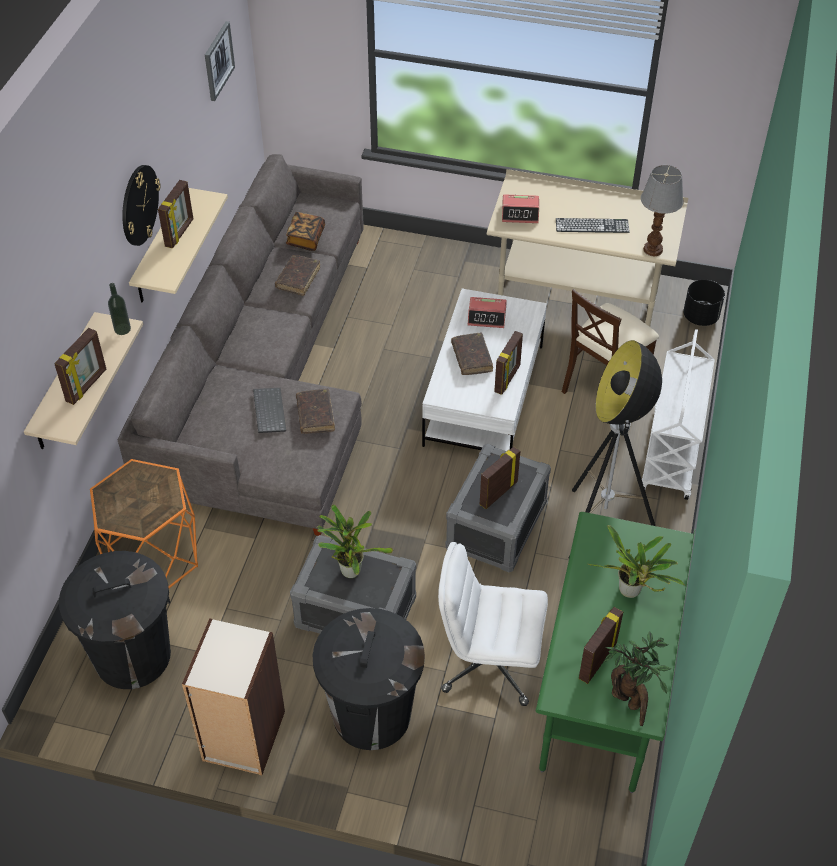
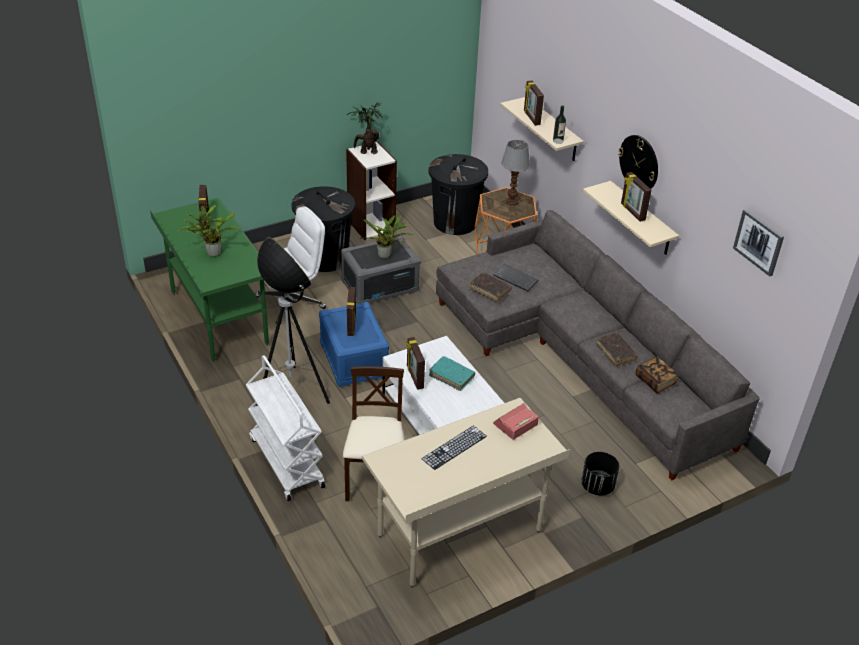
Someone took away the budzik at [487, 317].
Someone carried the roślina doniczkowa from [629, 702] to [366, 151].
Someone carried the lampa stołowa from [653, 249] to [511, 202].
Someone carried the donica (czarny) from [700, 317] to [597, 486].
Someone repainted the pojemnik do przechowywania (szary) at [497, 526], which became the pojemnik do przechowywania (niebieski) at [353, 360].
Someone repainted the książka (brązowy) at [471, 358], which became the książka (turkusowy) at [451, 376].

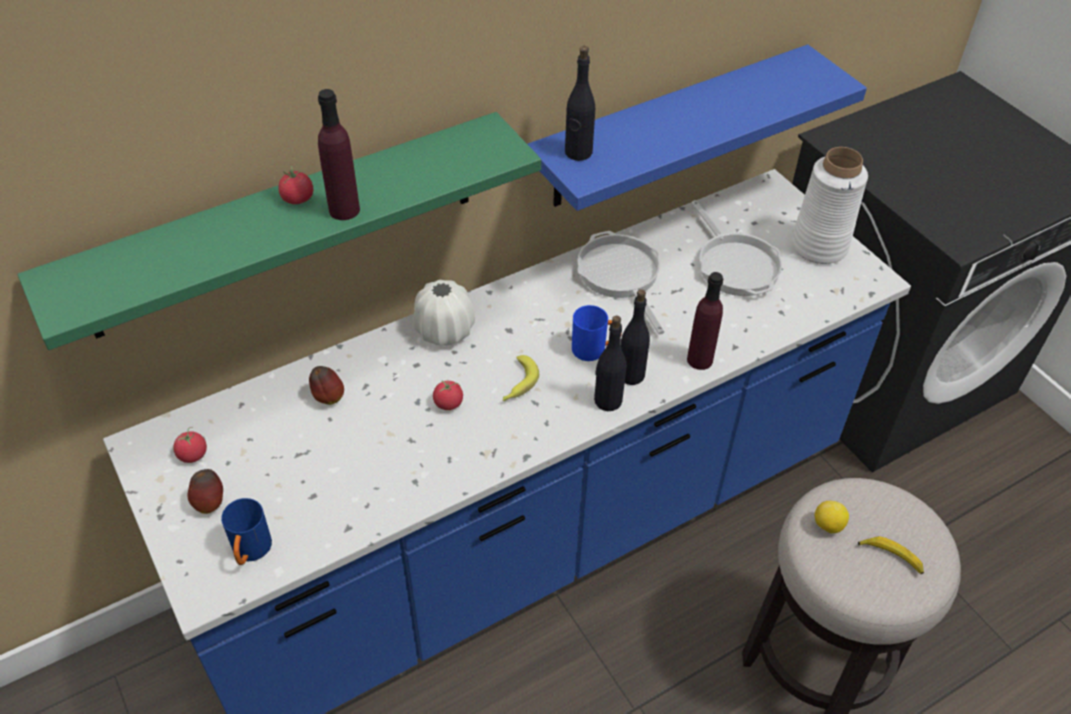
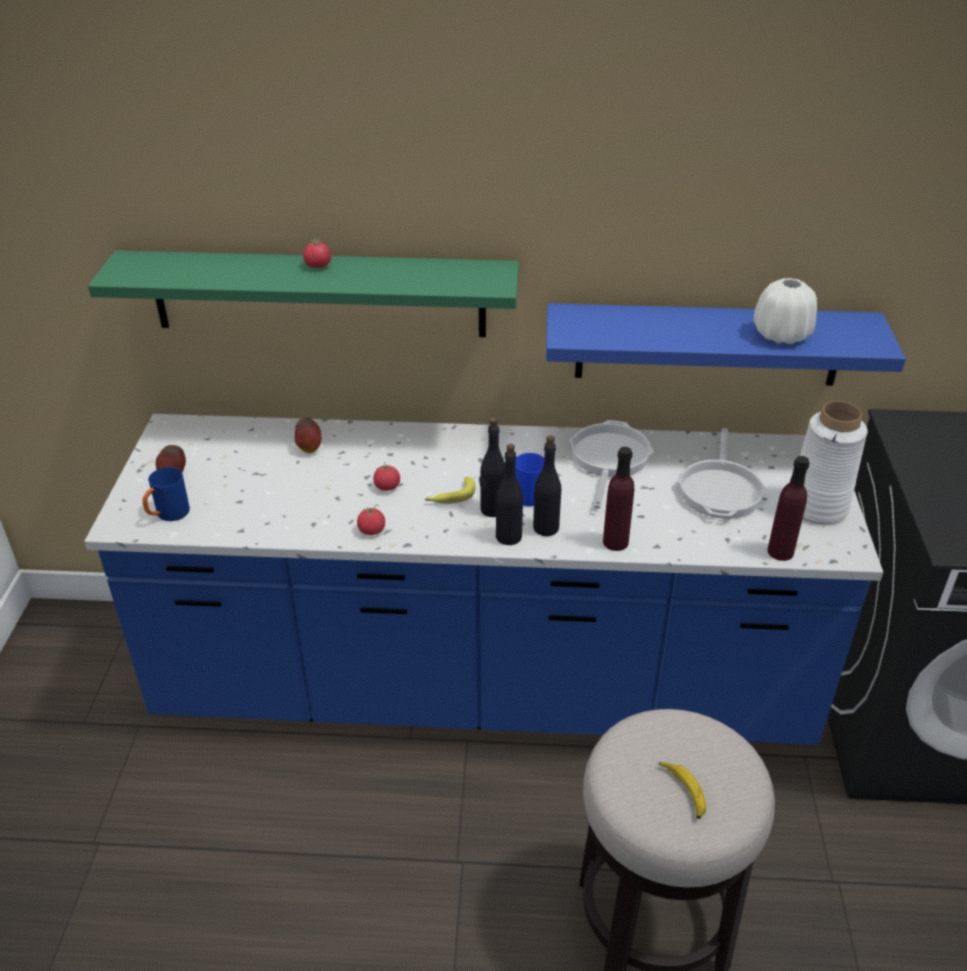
Someone took away the cytryna at [827, 525].
Someone carried the pomidor from [193, 455] to [371, 530].
Someone carried the butelka (fioletowy) from [344, 210] to [780, 552].
Someone carried the wazon (biały) from [444, 331] to [781, 335].
Someone carried the butelka (czarny) from [578, 152] to [492, 509].

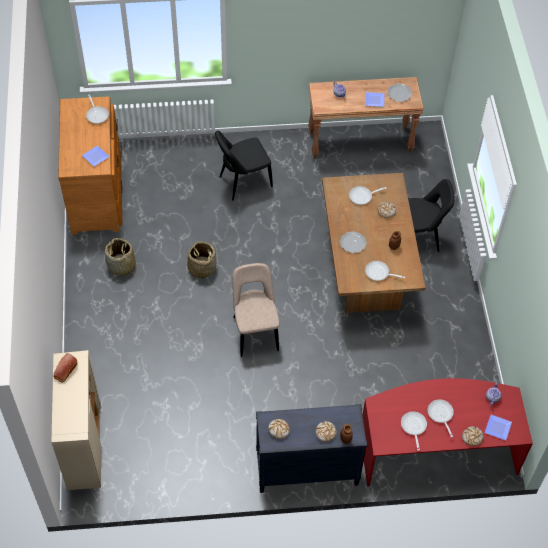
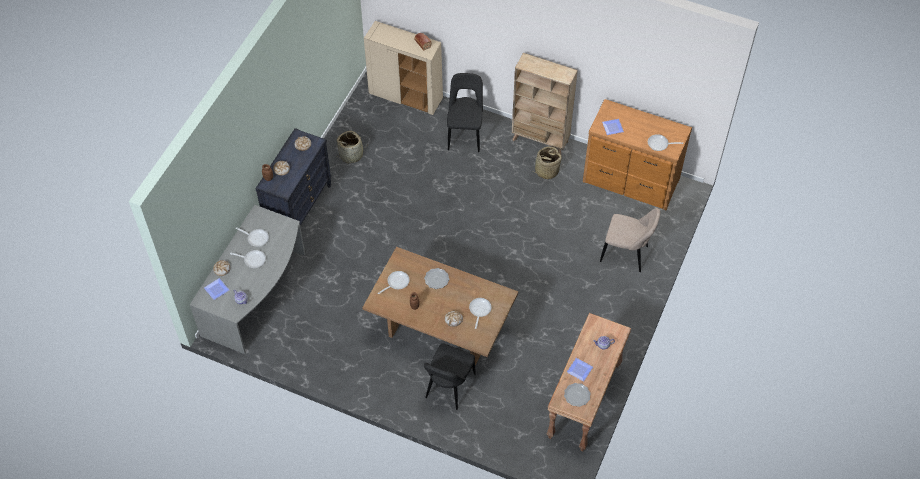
Someone put down the regał (beżowy) at [540, 141].
Someone carried the koszyk from [201, 268] to [351, 154].
Someone carried the krzesło (czarny) from [243, 182] to [465, 134].
Someone carried the krzesło (beżowy) from [255, 331] to [626, 254].
Someone repainted the biurko (czerwony) at [437, 448], which became the biurko (szary) at [257, 295].

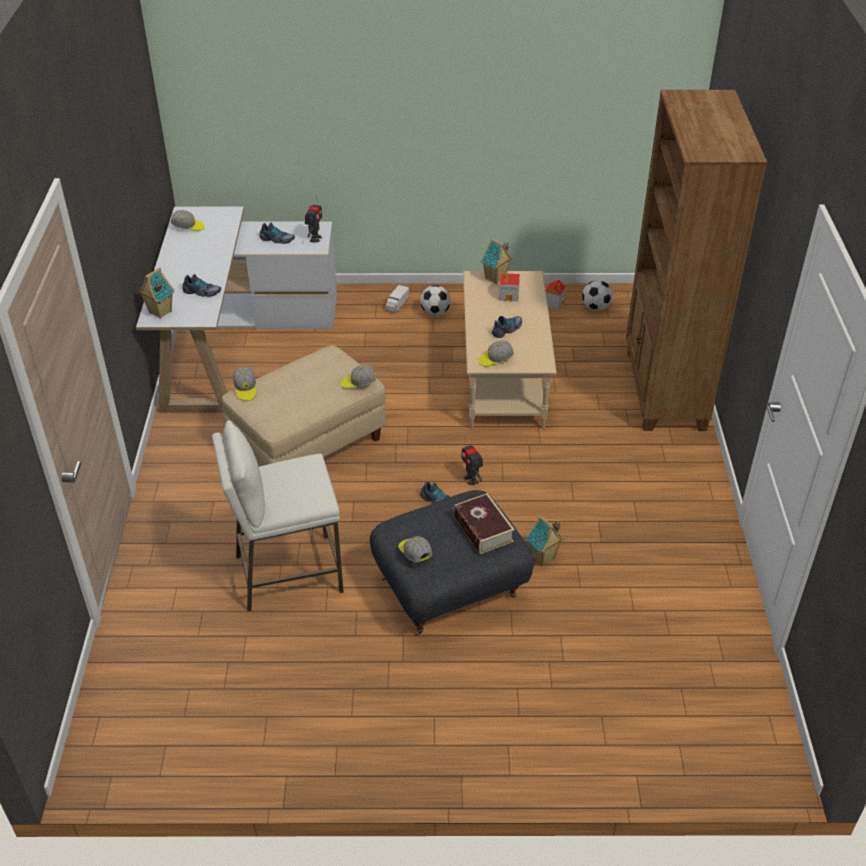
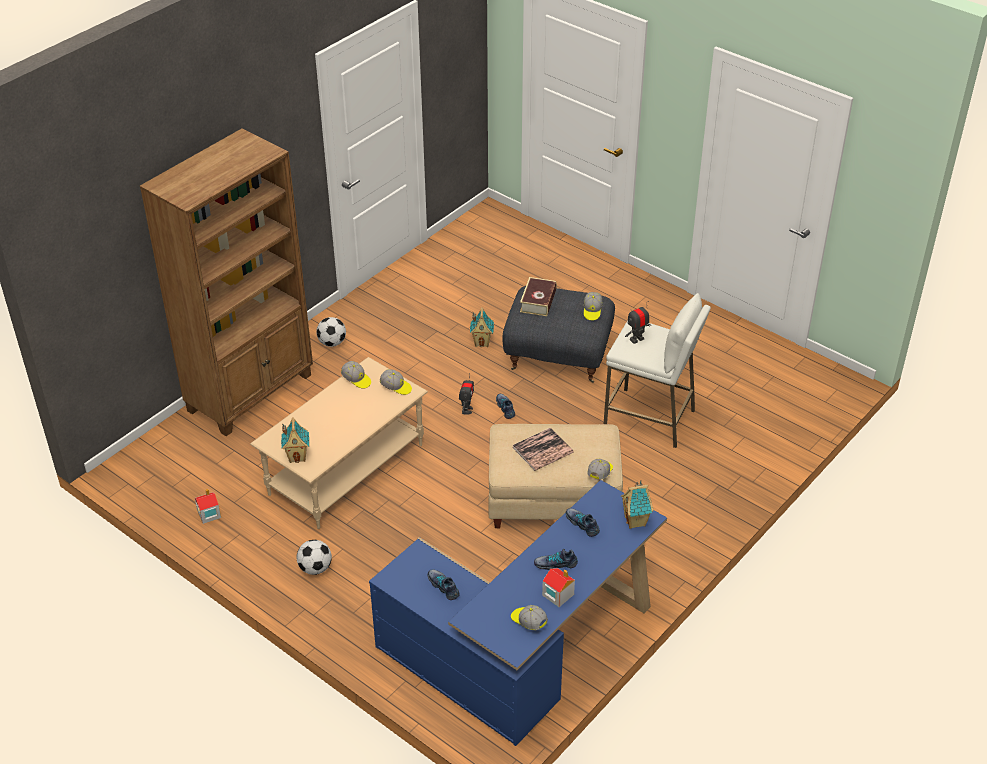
Someone took away the ciężarówka zabawkowa at [397, 305].
Someone put down the książka at [542, 450].
Someone carried the robot zabawkowy from [315, 238] to [636, 339].
Someone carried the czapka z daszkiem from [358, 383] to [356, 380].
Someone carried the but from [507, 329] to [555, 564].
Someone carried the domek from [509, 295] to [557, 594].
Someone carried the piłka futbolowa from [596, 307] to [332, 343].
Someone repainted the biurko (biały) at [234, 341], which became the biurko (niebieski) at [522, 651].

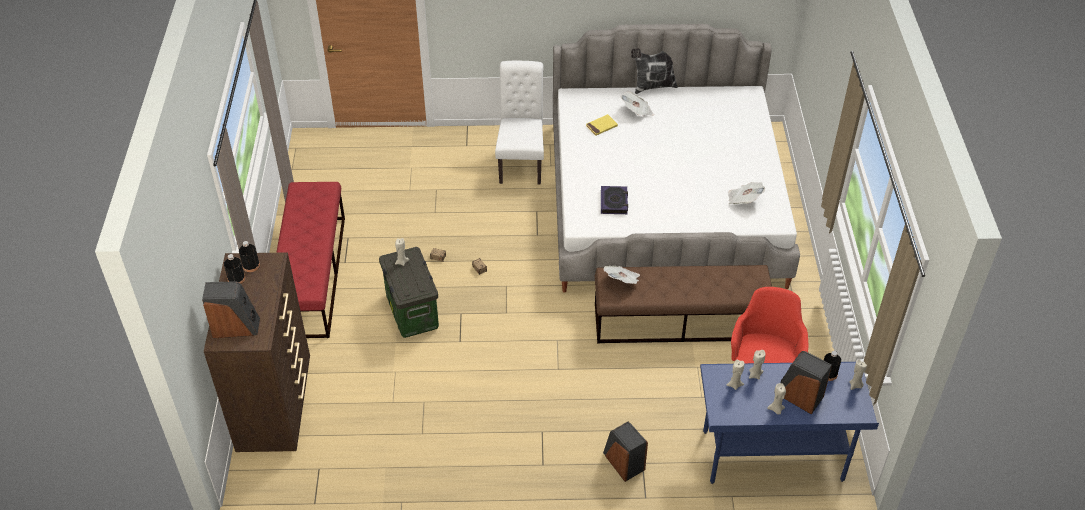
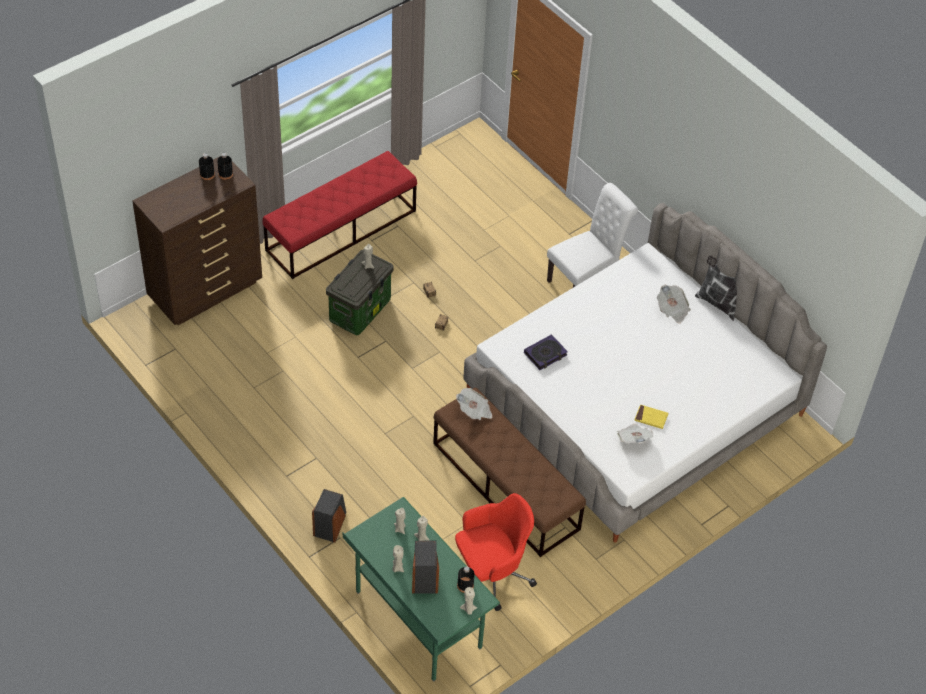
Someone took away the głośnik at [236, 327].
Someone carried the książka (żółty) from [601, 126] to [651, 418].
Someone repainted the biurko (niebieski) at [772, 457], which became the biurko (zielony) at [418, 620].

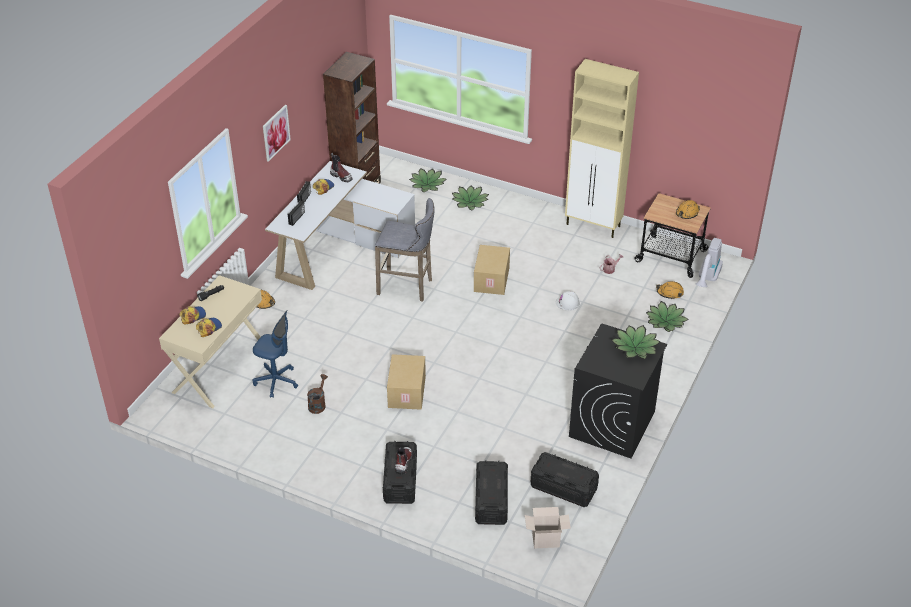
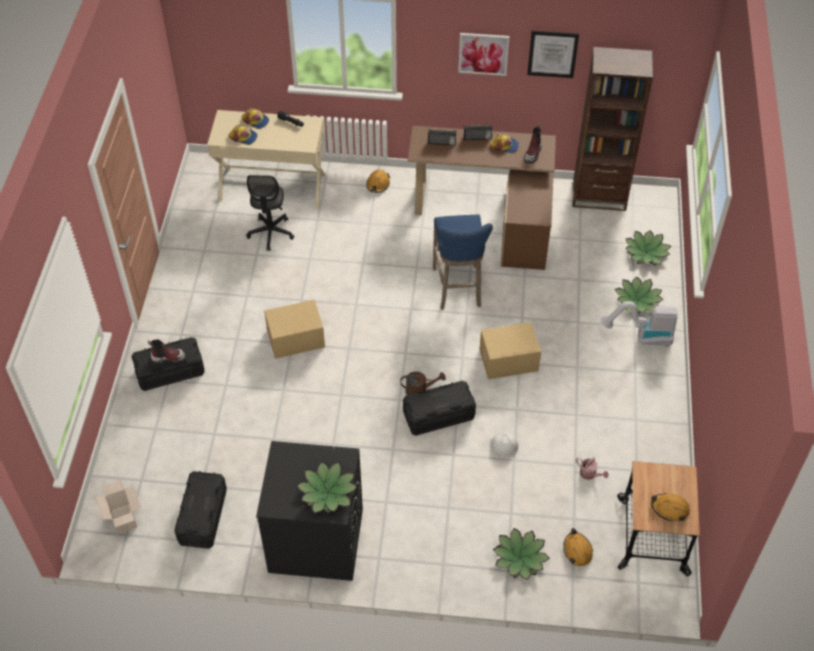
Someone took away the szafka (beżowy) at [594, 225].
Someone put up the obraz at [552, 53].
Someone carried the konewka (brązowy) from [318, 404] to [420, 391].
Someone carried the pojemnik do przechowywania (czarny) from [491, 501] to [438, 415].
Someone carried the odkurzacz from [707, 279] to [641, 337].
Someone repainted the krzesło biurowe (niebieski) at [276, 381], which became the krzesło biurowe (czarny) at [271, 233].
Someone repainted the biurko (biały) at [340, 248], which became the biurko (brązowy) at [491, 214].
Someone repainted the stołek (szary) at [407, 287], which became the stołek (niebieski) at [458, 289].

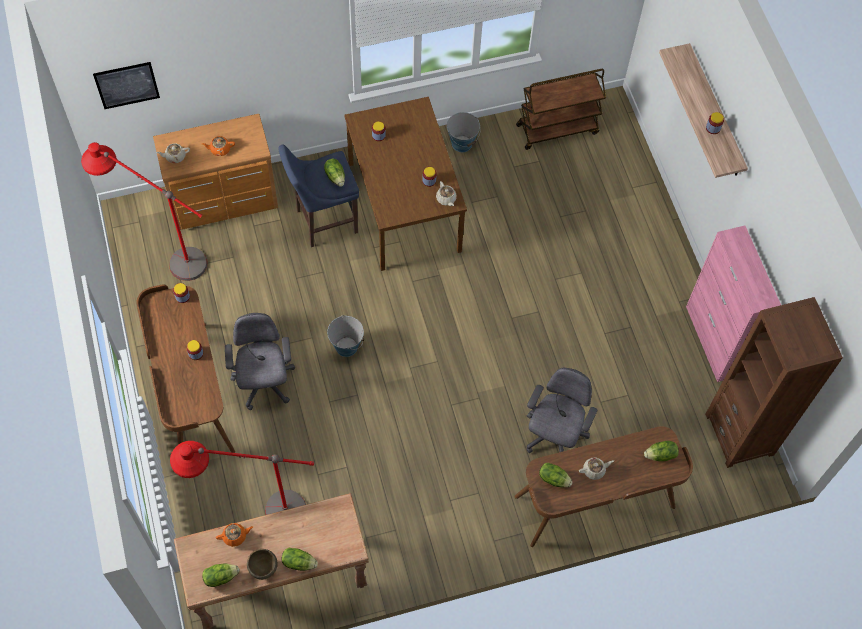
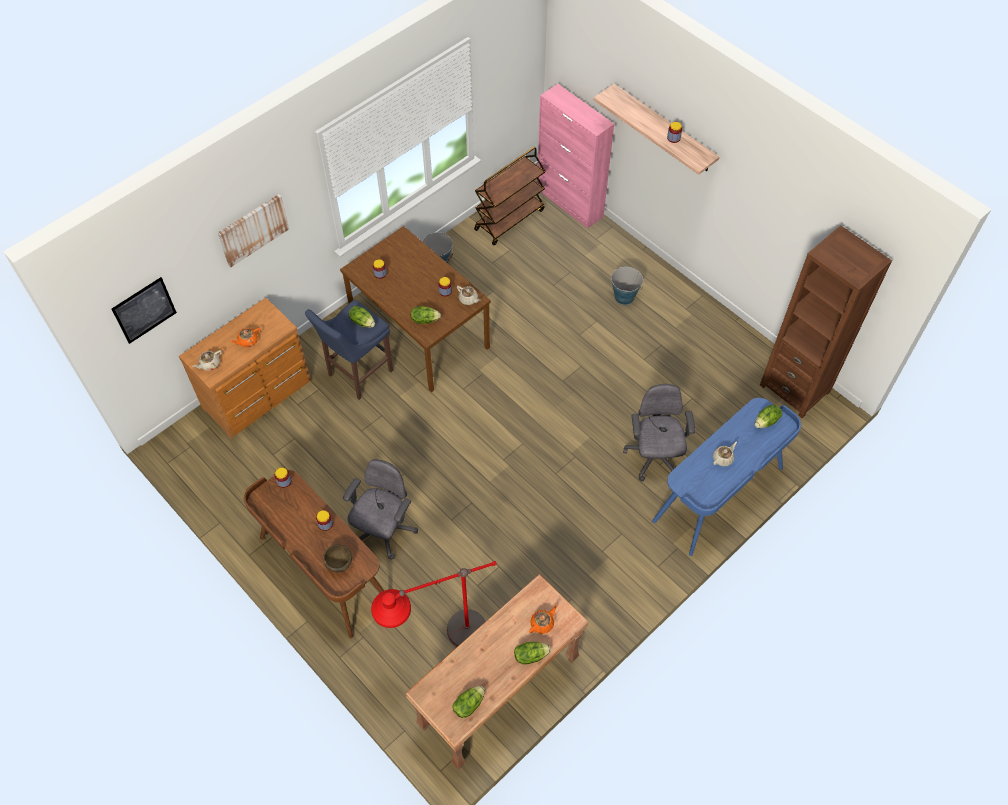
Someone took away the lampa stojąca (czerwony) at [164, 255].
Someone put up the obraz at [253, 229].
Someone carried the imbryk (pomarańczowy) from [235, 536] to [542, 623].
Someone carried the miska (brązowy) from [263, 568] to [339, 564].
Someone carried the wiadro from [346, 346] to [624, 297].
Someone carried the sałata from [553, 478] to [425, 319].
Someone carried the szafka (różowy) from [714, 341] to [570, 203].
Someone repainted the biurko (brązowy) at [595, 503], which became the biurko (niebieski) at [719, 495].
Someone rotated the krzesło biurowe (szary) at [264, 383] by 60 degrees clockwise.

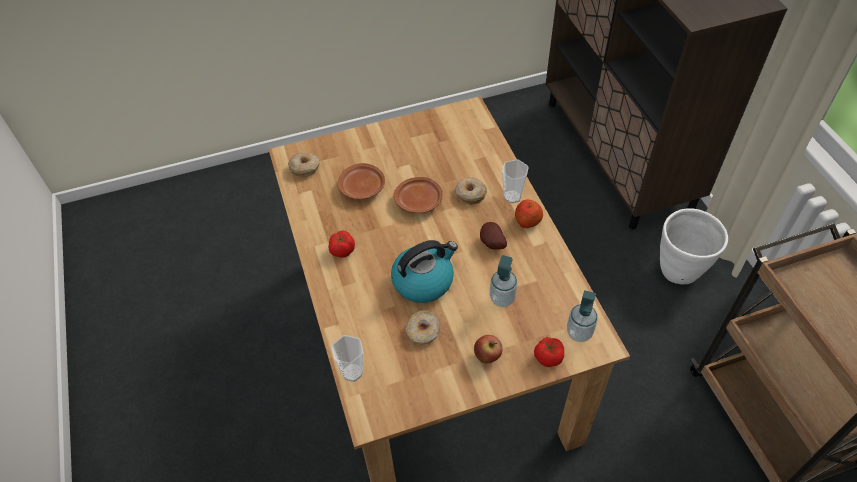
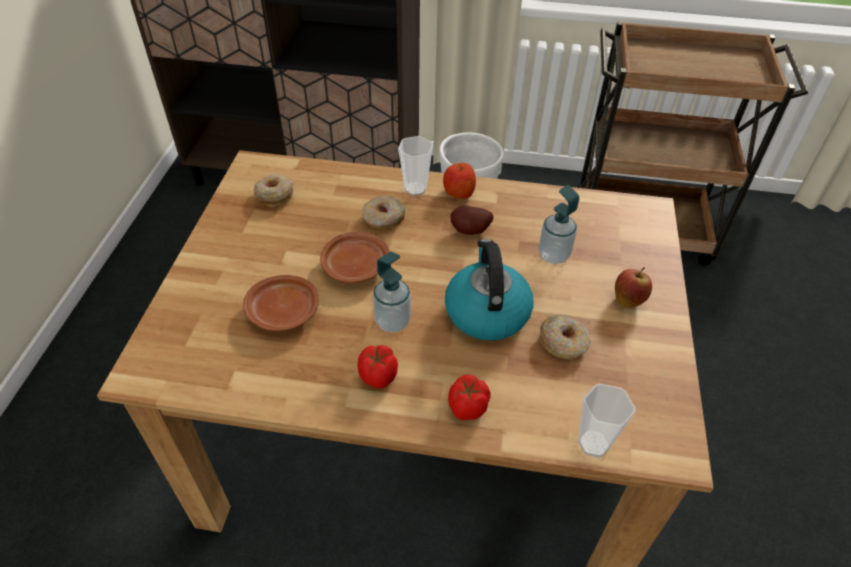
Someone carried the donut from [305, 168] to [274, 195].
Someone carried the pomidor from [547, 357] to [467, 408].
Someone carried the dozownik mydła from [579, 332] to [392, 321].

